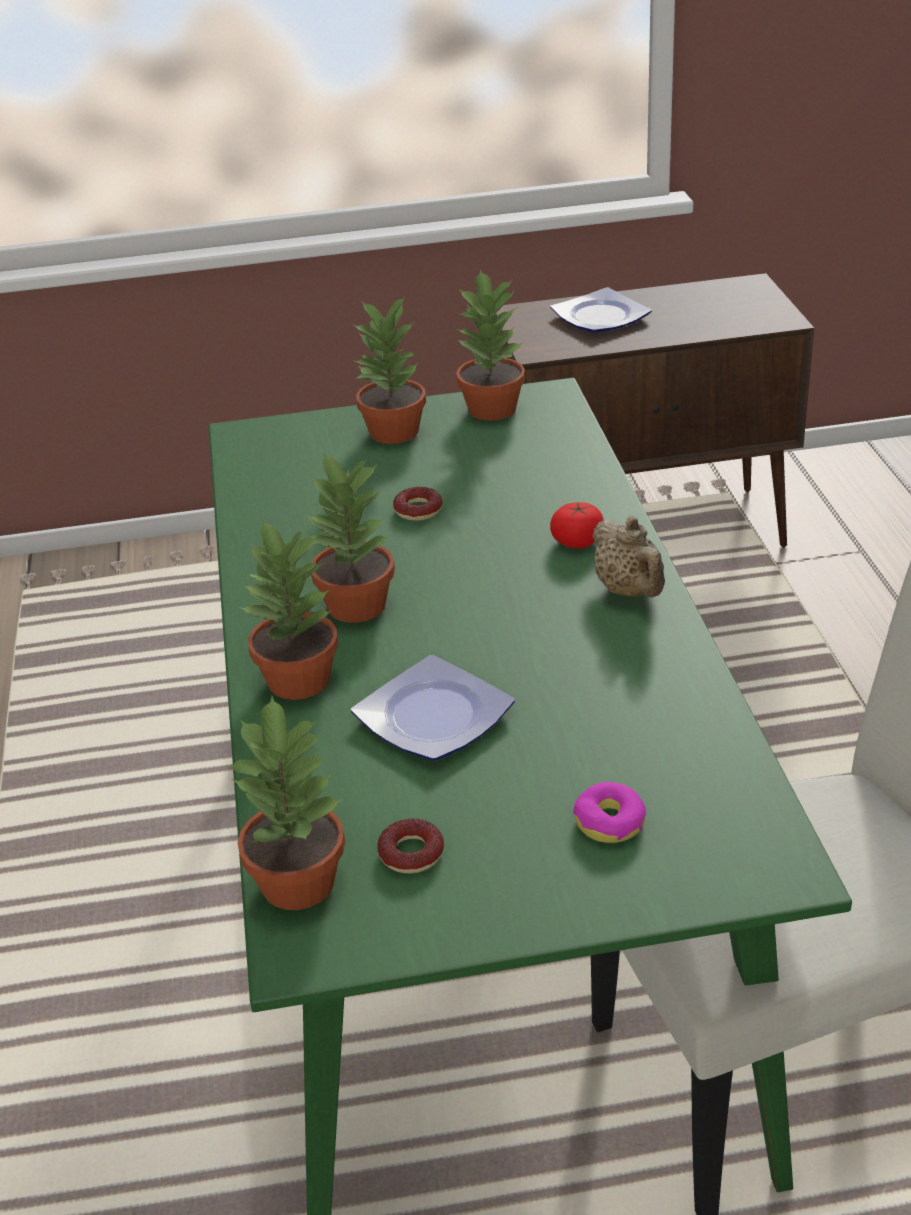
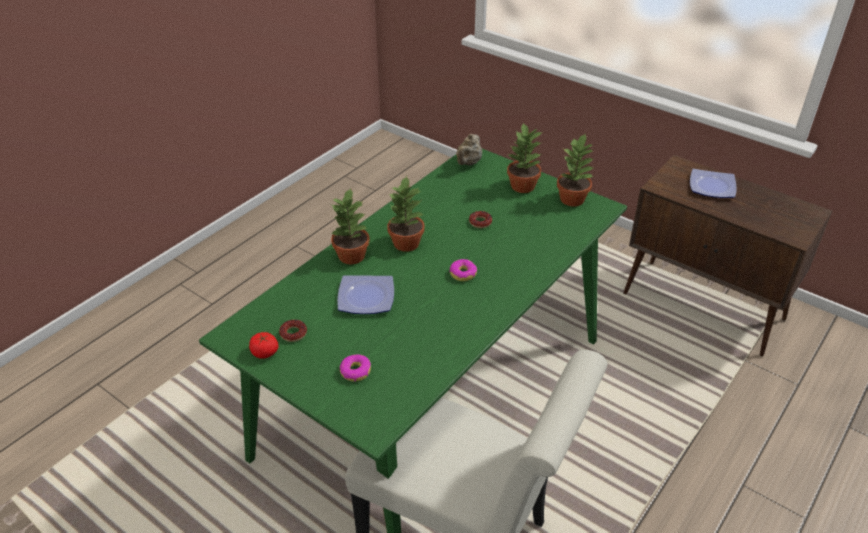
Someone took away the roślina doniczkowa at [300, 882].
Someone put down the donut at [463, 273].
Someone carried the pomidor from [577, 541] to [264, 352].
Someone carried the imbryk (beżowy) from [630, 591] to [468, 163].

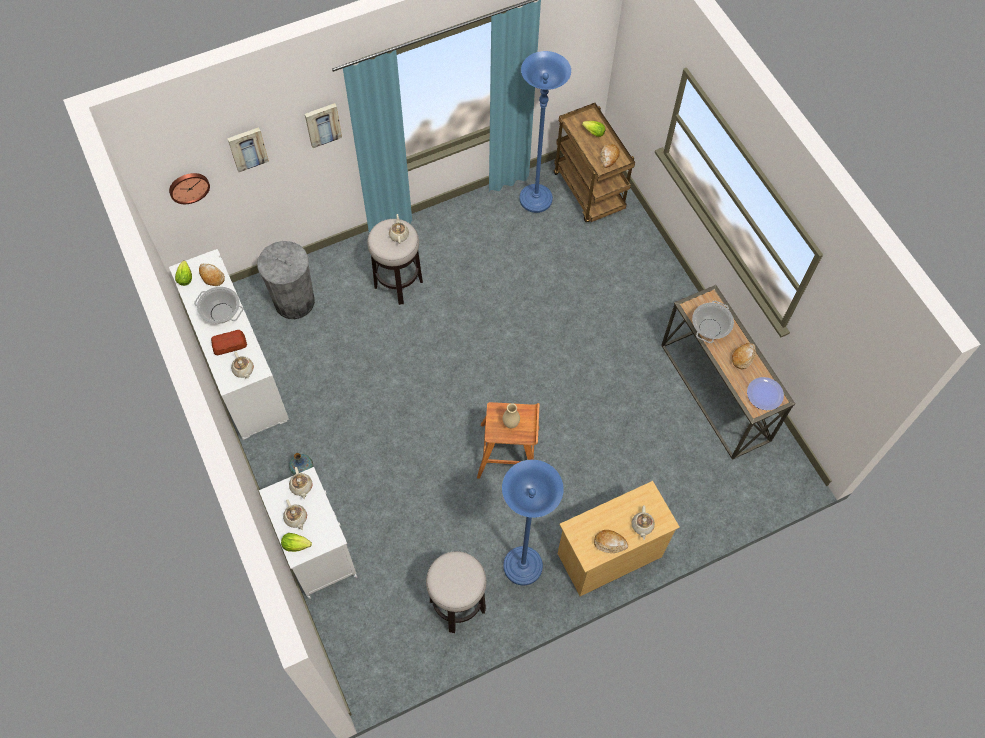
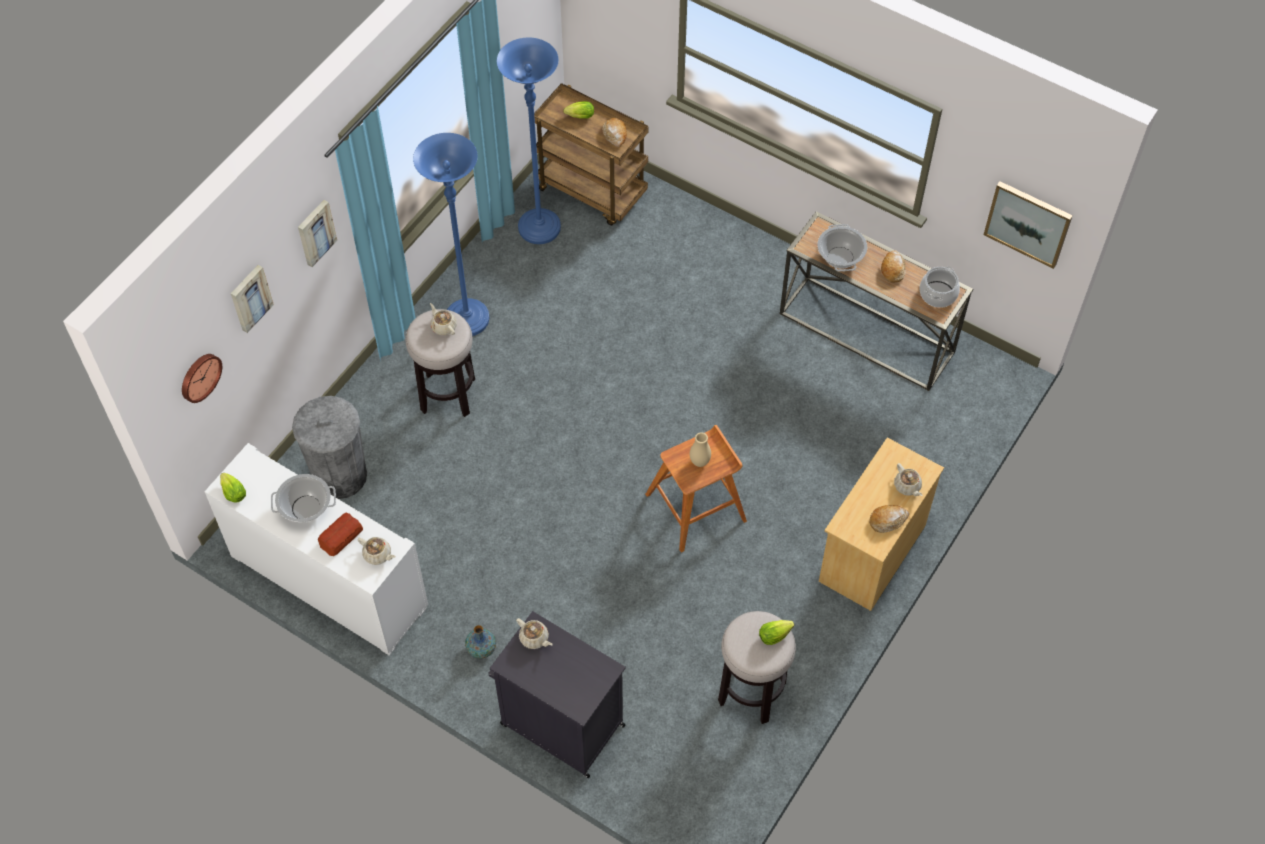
Someone took away the chleb at [211, 276].
Someone took away the imbryk (beżowy) at [296, 518].
Someone put up the obraz at [1028, 223].
Someone carried the sałata from [298, 545] to [776, 634].
Someone carried the lampa stojąca (niebieski) from [523, 566] to [467, 319].
Someone swapped the talerz at [764, 394] for the garnek at [938, 294].
Someone repainted the szafka (biały) at [317, 550], which became the szafka (czarny) at [560, 724].

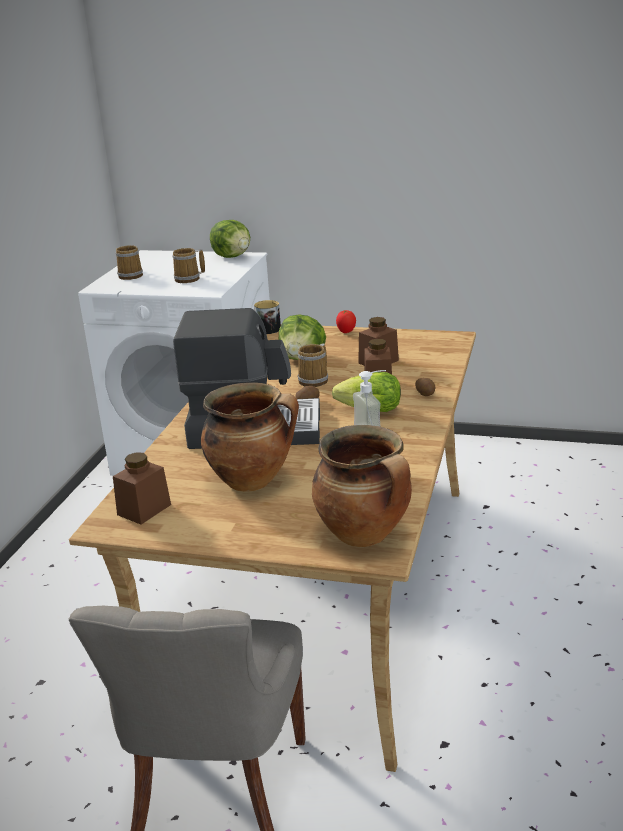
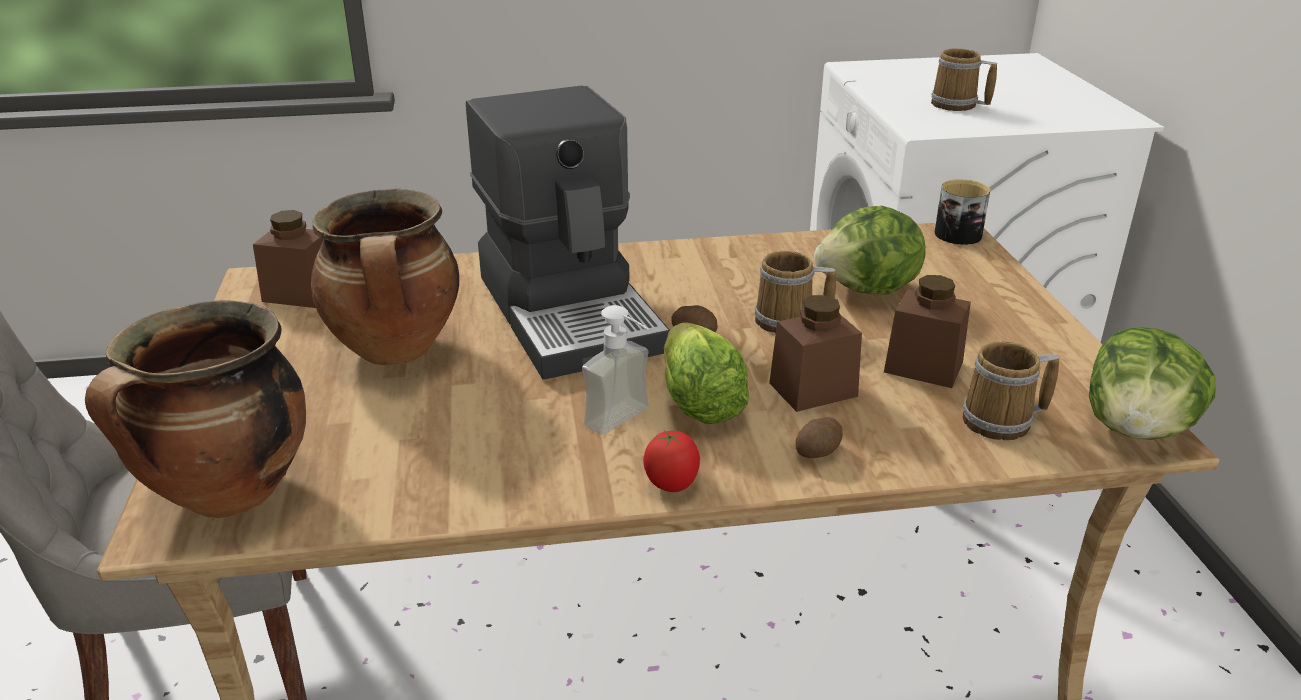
Someone carried the kubek from [132, 275] to [1002, 421].
Someone carried the sałata from [233, 256] to [1136, 429].
Someone carried the pomidor from [346, 332] to [671, 486].

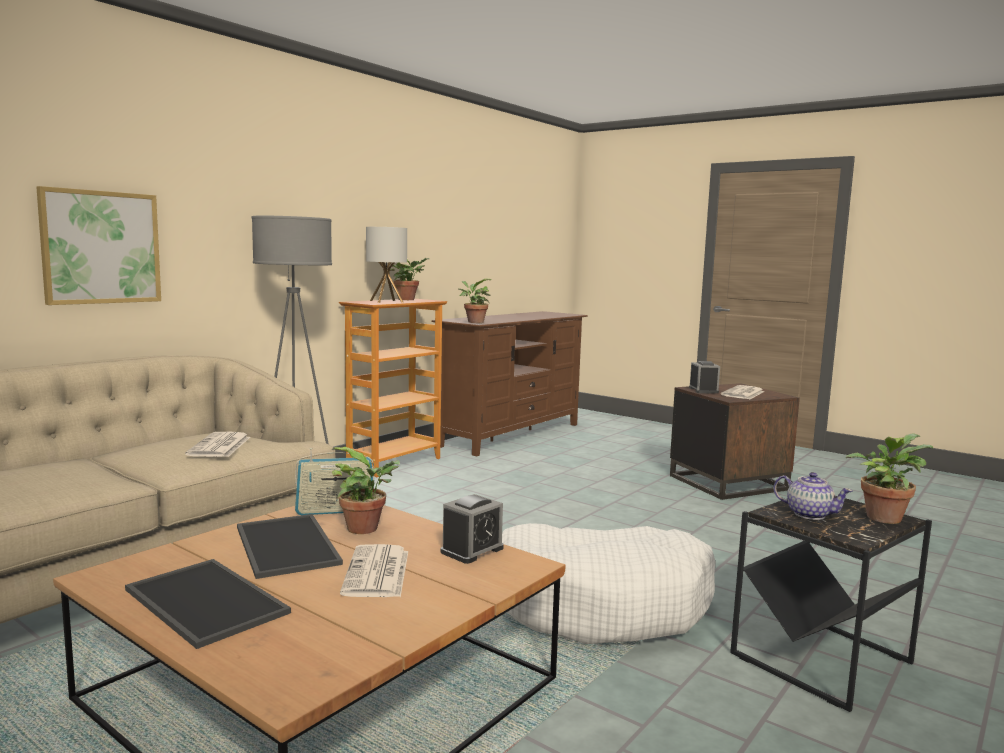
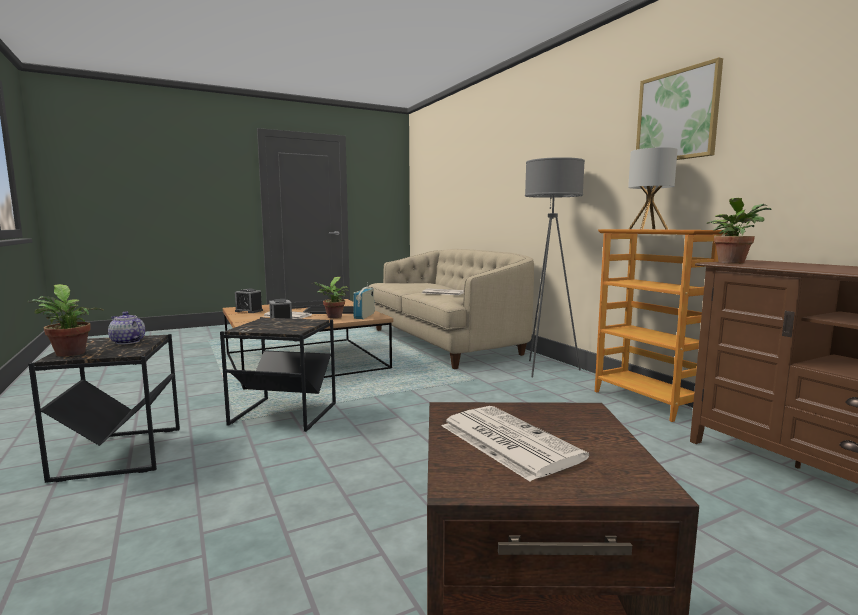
Someone took away the roślina doniczkowa at [408, 299].
Someone carried the obraz from [101, 247] to [677, 116].
Someone carried the budzik from [703, 390] to [249, 311].
Someone swapped the legowisko (biały) at [601, 604] for the stolik (czarny) at [283, 414].
Someone rotated the imbryk at [809, 514] by 60 degrees clockwise.

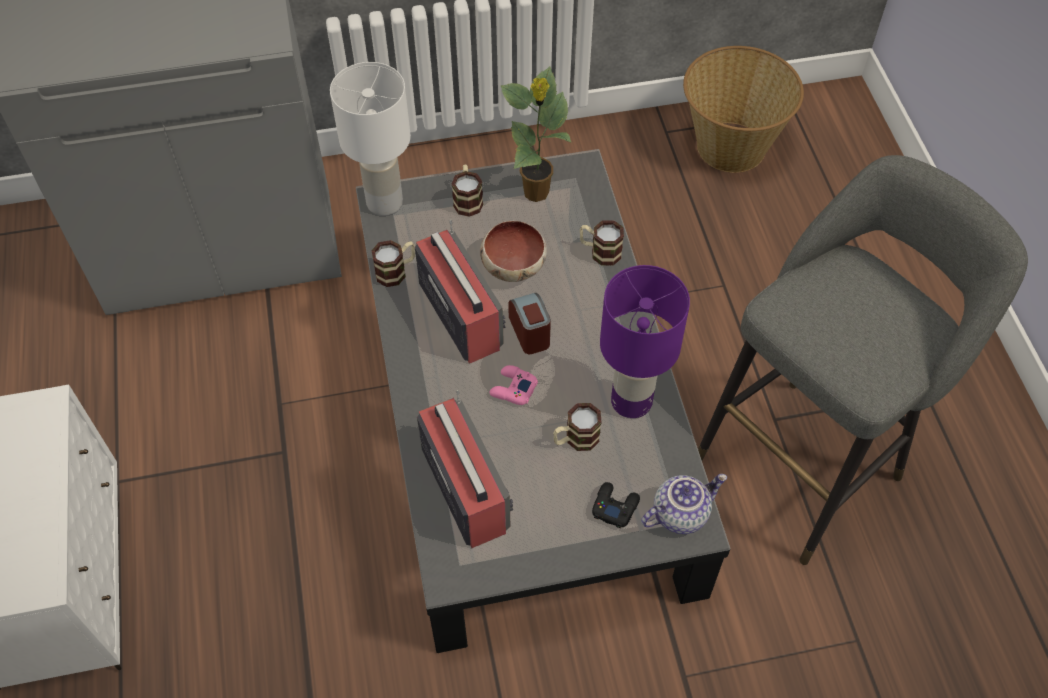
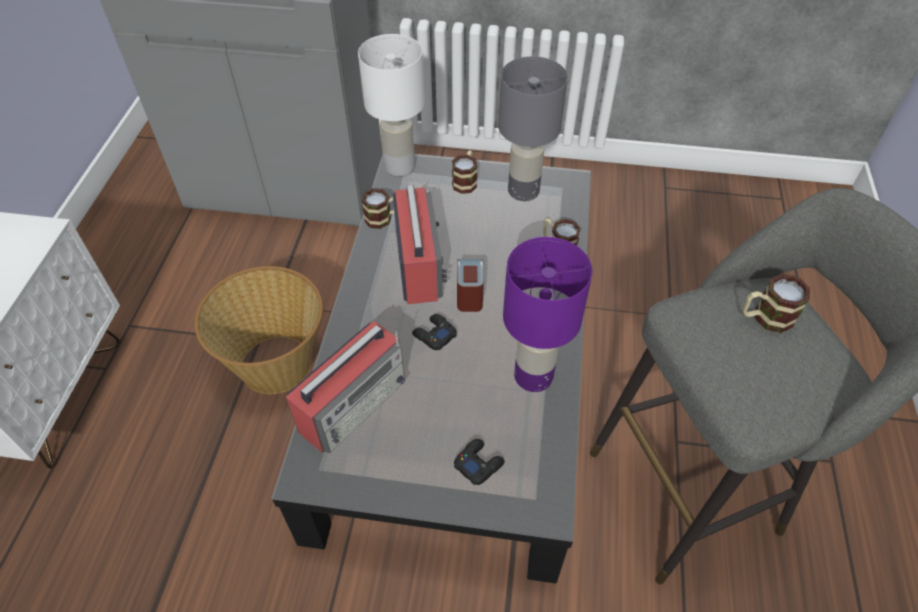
Someone took away the miska at [512, 264].
Someone took away the imbryk at [680, 512].
Someone carried the kubek from [575, 439] to [765, 317].
Someone carried the koszyk from [730, 146] to [276, 363].
Someone swapped the roślina doniczkowa at [536, 193] for the lampa stołowa (szary) at [524, 190].
Someone repainted the pad do gier (różowy) at [513, 389], which became the pad do gier (czarny) at [434, 335].
Someone rotated the radio at [464, 487] by 45 degrees clockwise.

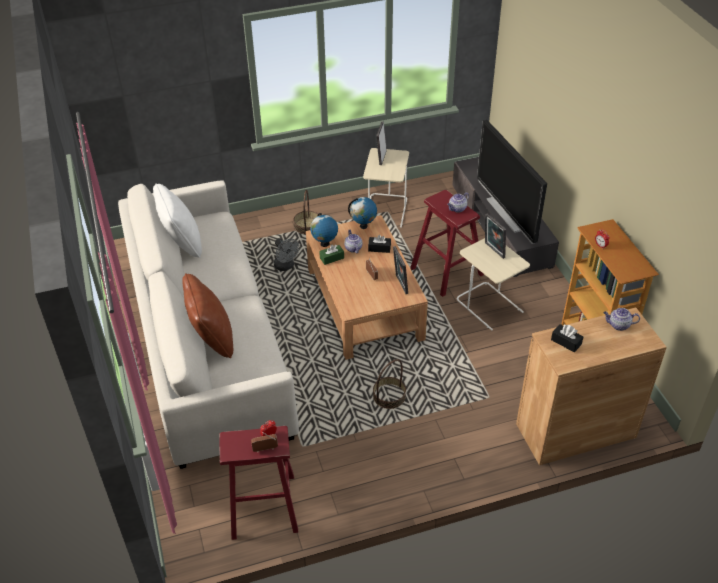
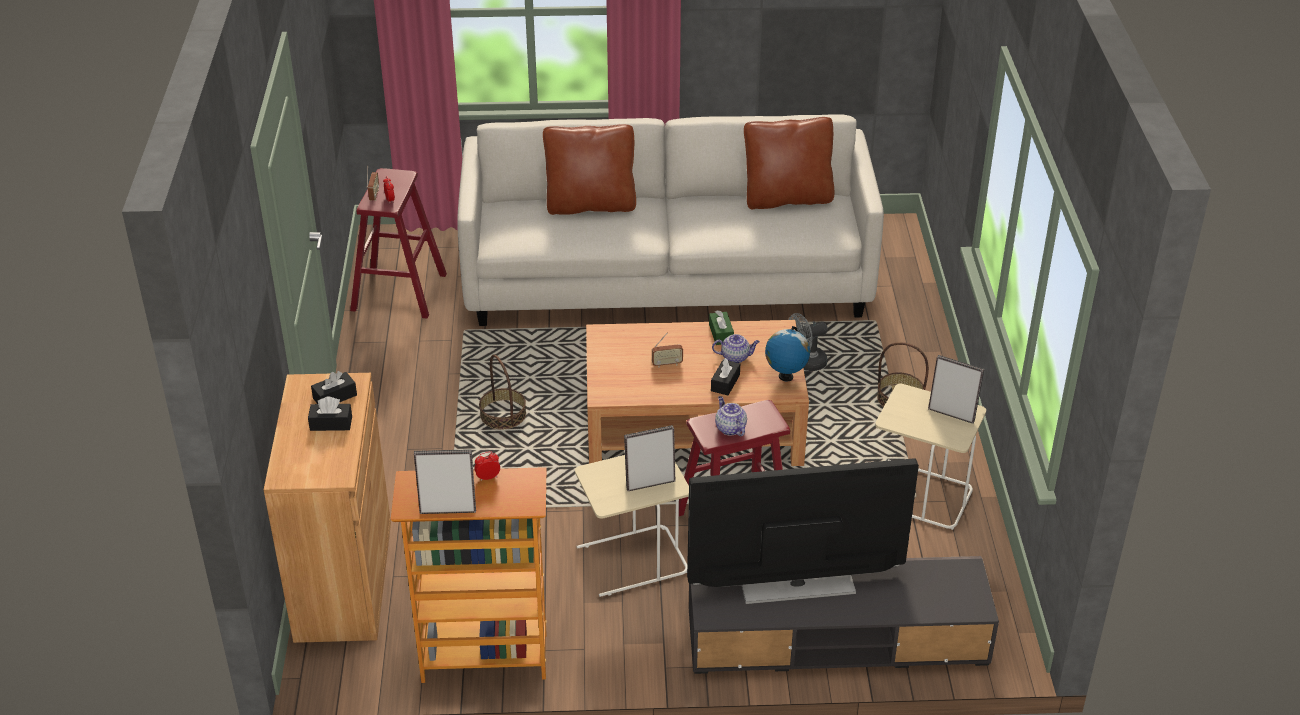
Someone took away the globus at [324, 244].
Someone took away the imbryk at [618, 325].
Someone put down the pudełko chusteczek (czarny) at [331, 423].
Someone carried the ramka na zdjęcie from [400, 285] to [448, 509].
Someone repainted the poduszka (biały) at [182, 243], which became the poduszka (brązowy) at [787, 198].

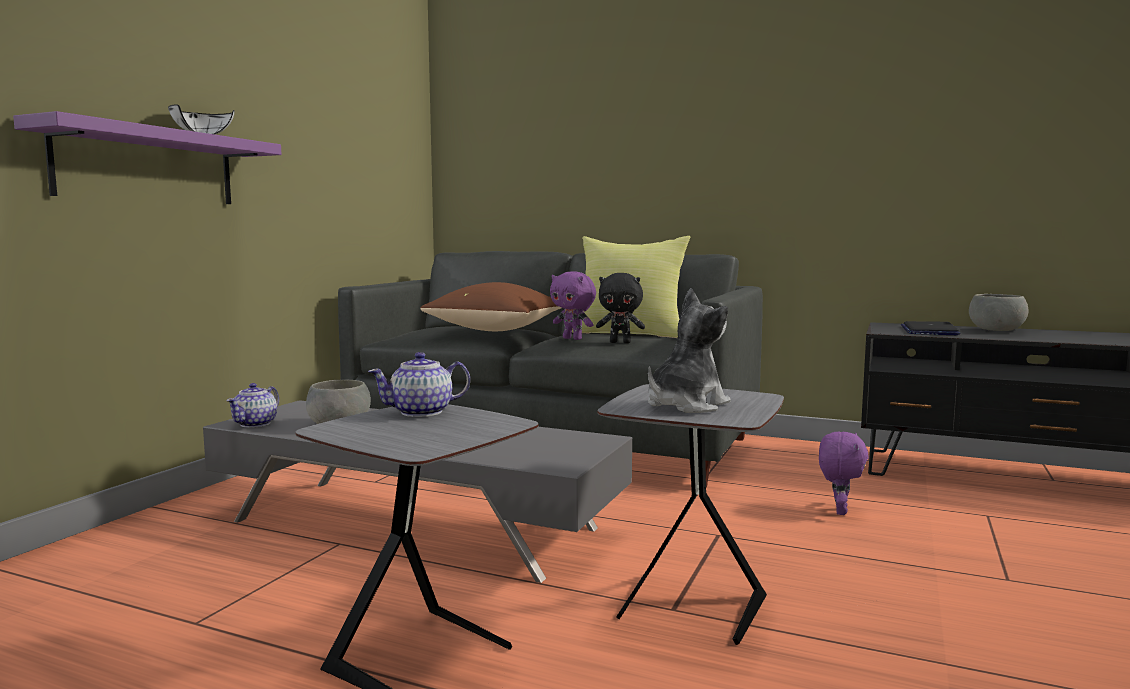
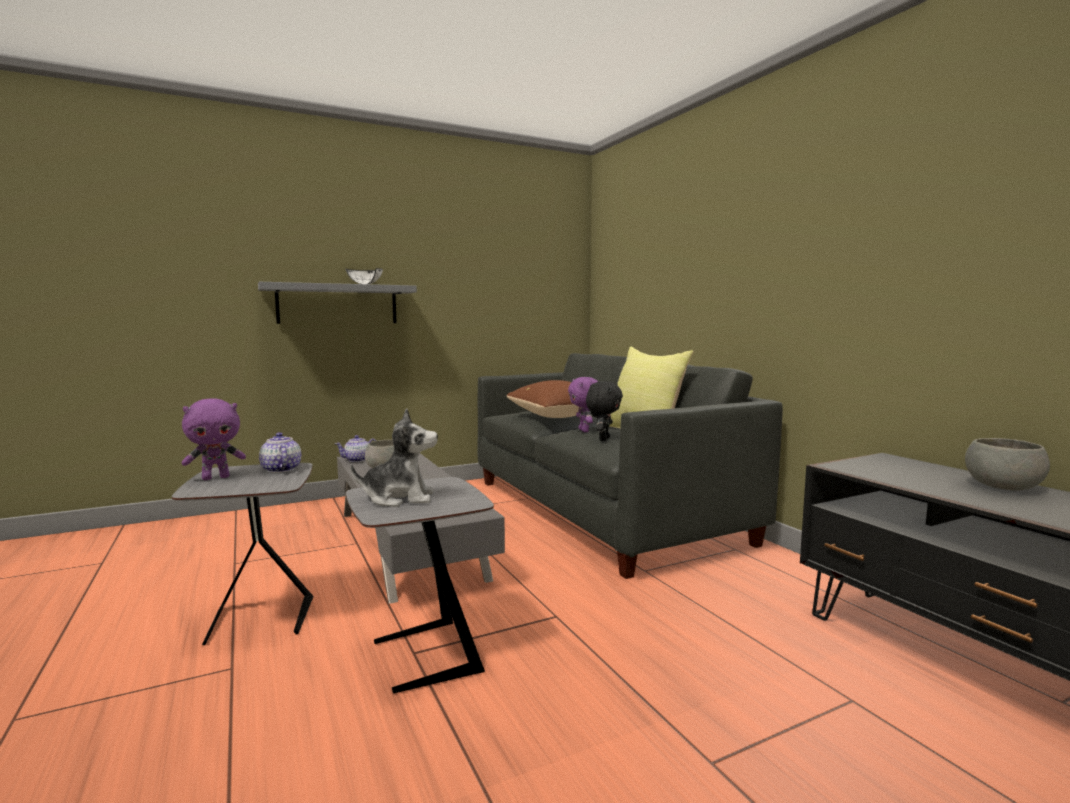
Someone took away the laptop at [929, 330].
Someone carried the pluszak (fioletowy) from [839, 511] to [216, 477].
Someone repainted the półka (fioletowy) at [147, 167], which became the półka (szary) at [338, 304].
Someone rotated the imbryk at [422, 412] by 45 degrees clockwise.
Someone rotated the pluszak (czarny) at [620, 342] by 120 degrees counterclockwise.

